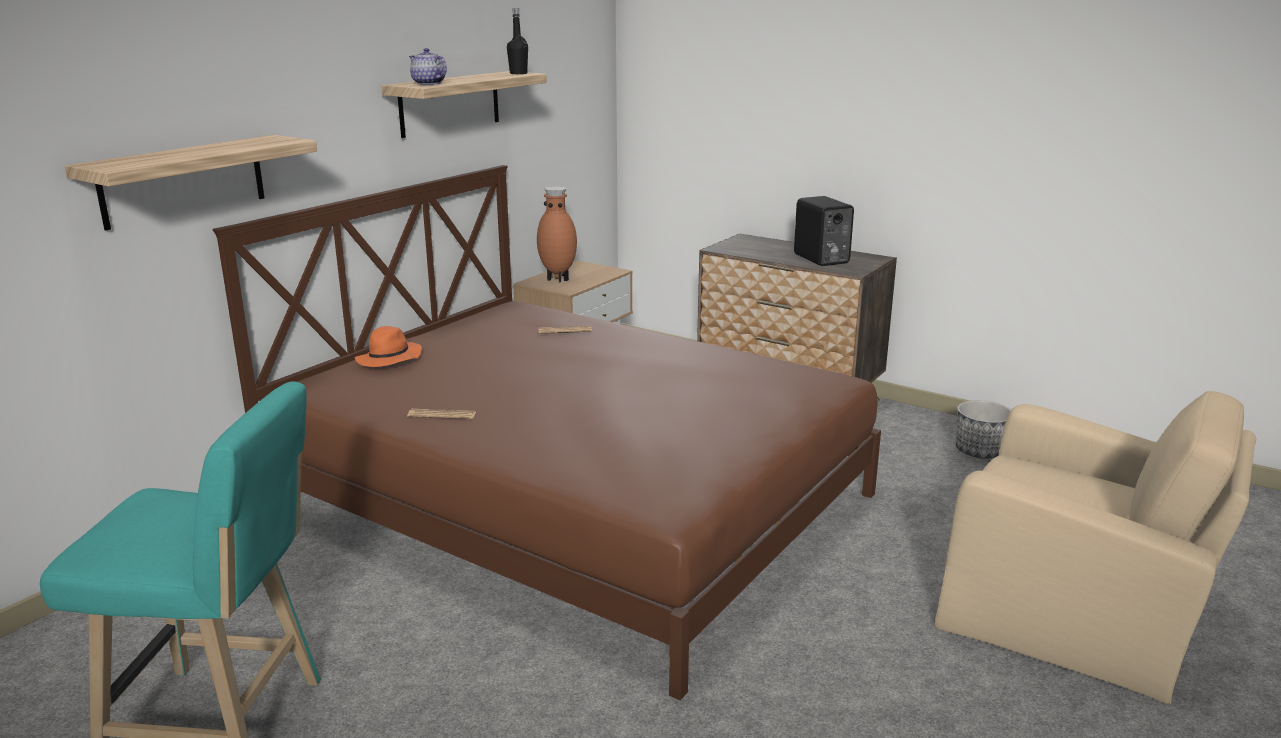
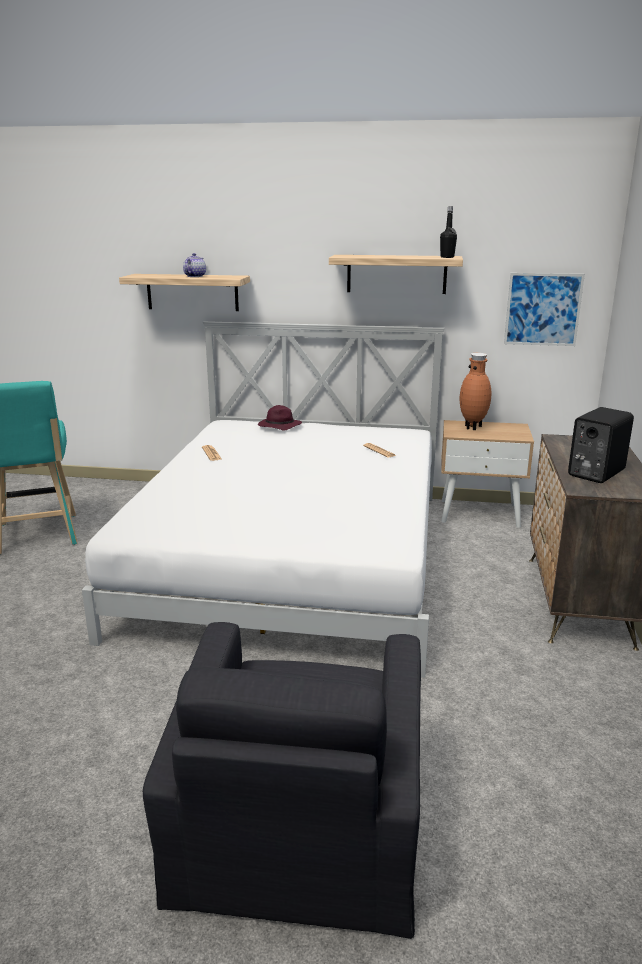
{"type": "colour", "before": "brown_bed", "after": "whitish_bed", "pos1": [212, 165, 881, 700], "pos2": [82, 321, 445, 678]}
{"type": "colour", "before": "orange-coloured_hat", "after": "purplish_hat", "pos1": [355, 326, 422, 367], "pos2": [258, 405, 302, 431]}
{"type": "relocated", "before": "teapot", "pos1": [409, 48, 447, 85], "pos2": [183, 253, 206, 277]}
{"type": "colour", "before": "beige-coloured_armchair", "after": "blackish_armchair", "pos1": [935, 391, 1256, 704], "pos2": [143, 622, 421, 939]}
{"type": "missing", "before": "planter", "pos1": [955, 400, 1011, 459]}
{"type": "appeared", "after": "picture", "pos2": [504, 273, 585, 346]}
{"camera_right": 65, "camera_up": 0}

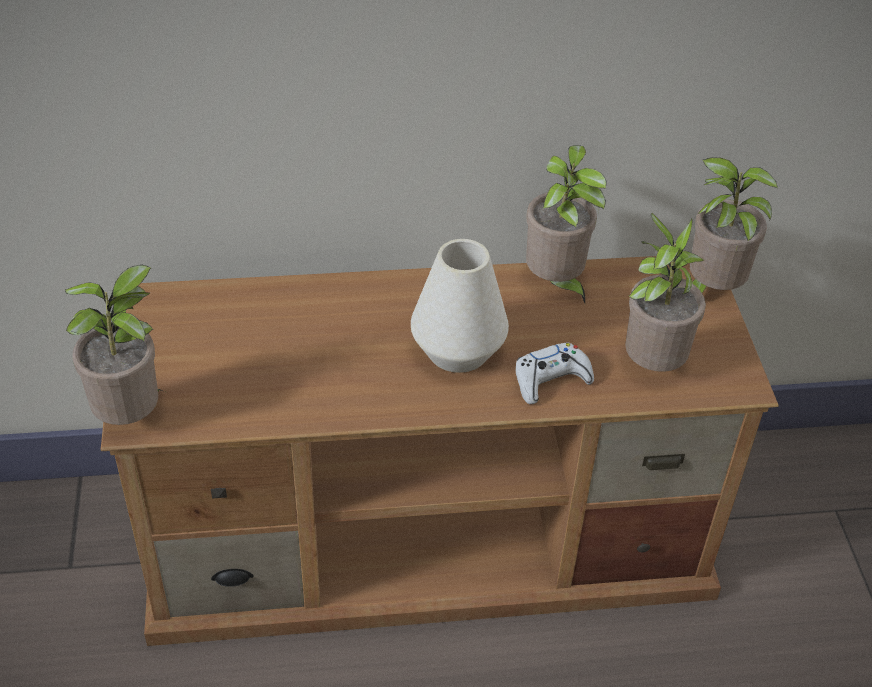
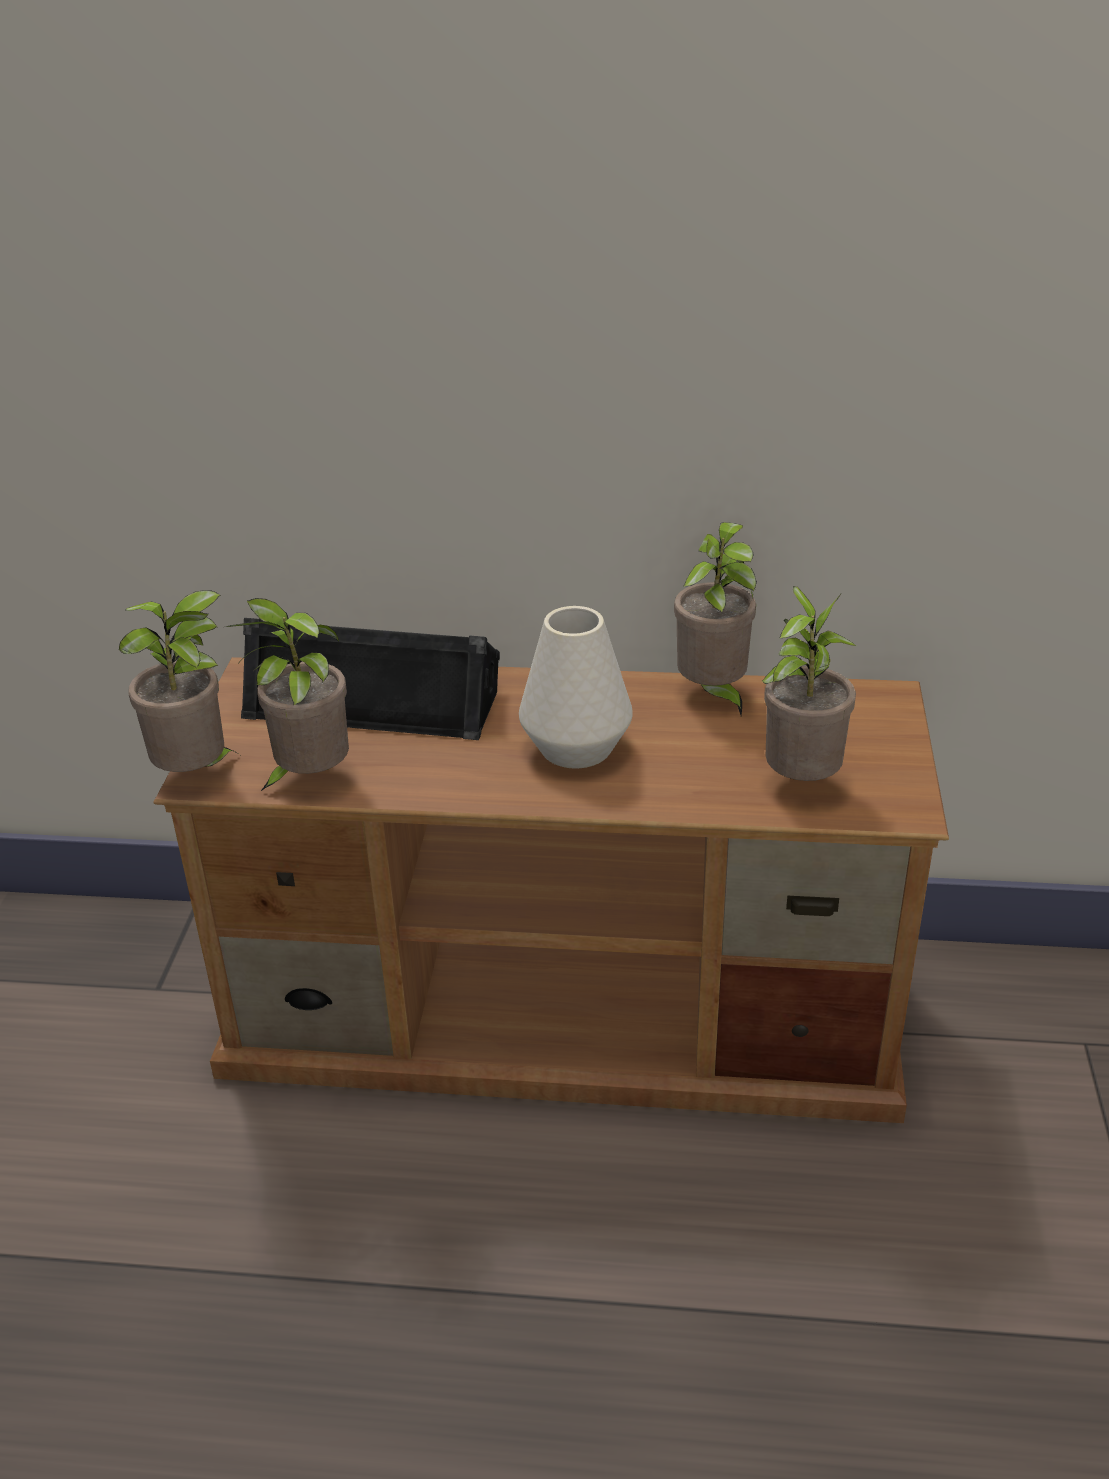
{"type": "missing", "before": "whitish_joypad", "pos1": [516, 343, 594, 404]}
{"type": "relocated", "before": "plant_in_a_pot", "pos1": [690, 157, 778, 293], "pos2": [226, 598, 349, 792]}
{"type": "appeared", "after": "blackish_loudspeaker", "pos2": [241, 618, 500, 740]}
{"camera_right": 15, "camera_up": -10}

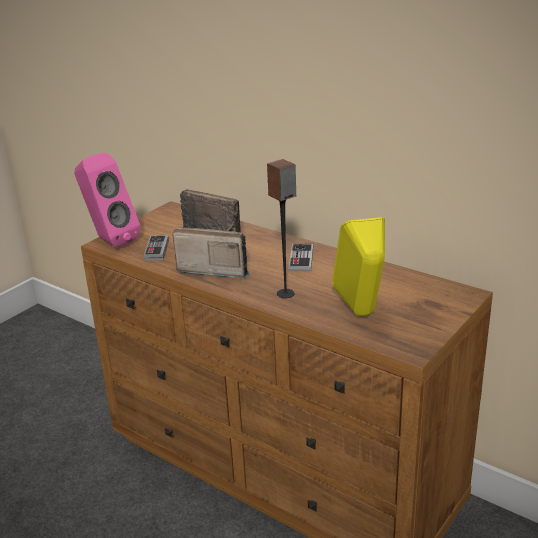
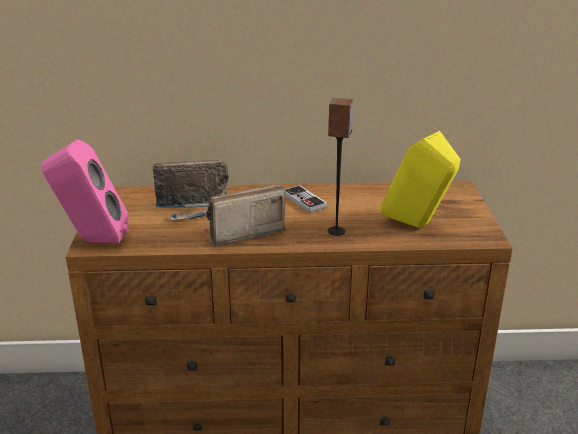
{"type": "missing", "before": "joypad", "pos1": [144, 235, 169, 261]}
{"camera_right": -40, "camera_up": 0}

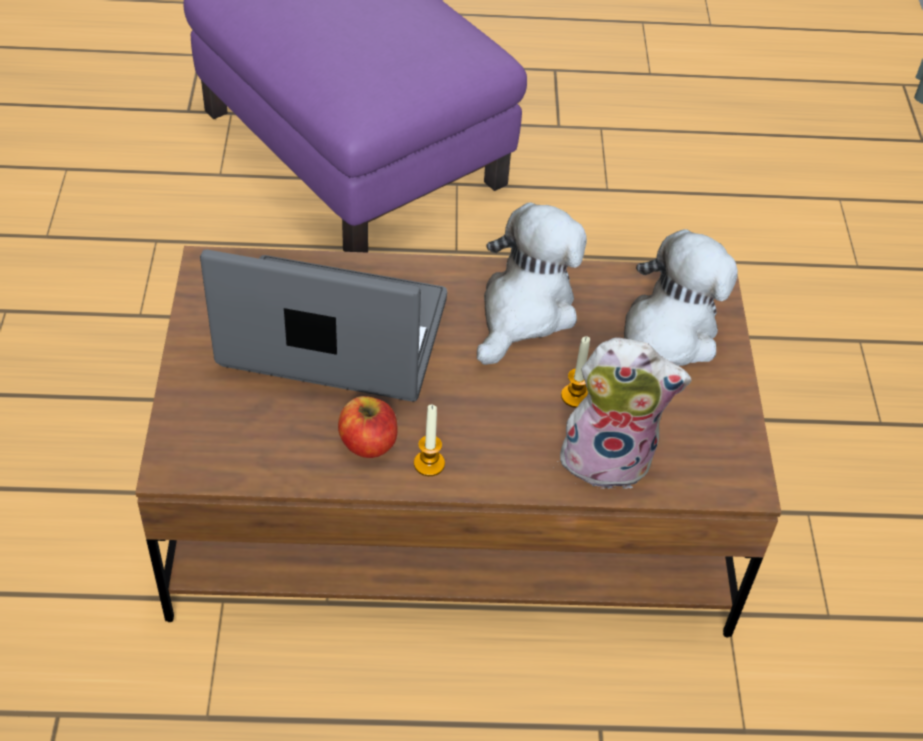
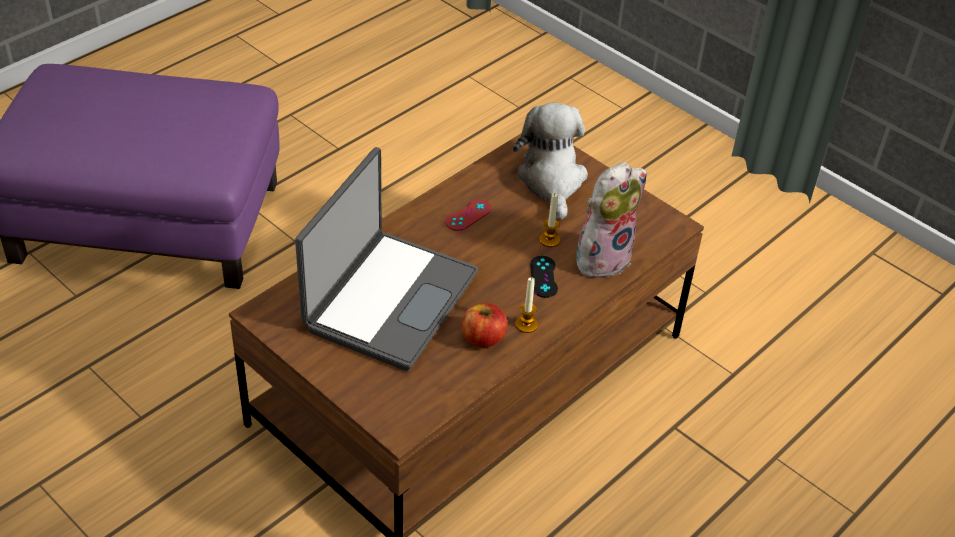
{"type": "spun", "before": "notebook_computer", "pos1": [200, 249, 447, 401], "pos2": [295, 147, 478, 371], "turn": 150}
{"type": "exchanged", "before": "cuddly_toy", "after": "red_joypad", "pos1": [477, 202, 587, 365], "pos2": [445, 199, 492, 231]}
{"type": "appeared", "after": "blackish_joypad", "pos2": [530, 256, 558, 298]}
{"camera_right": -45, "camera_up": -5}

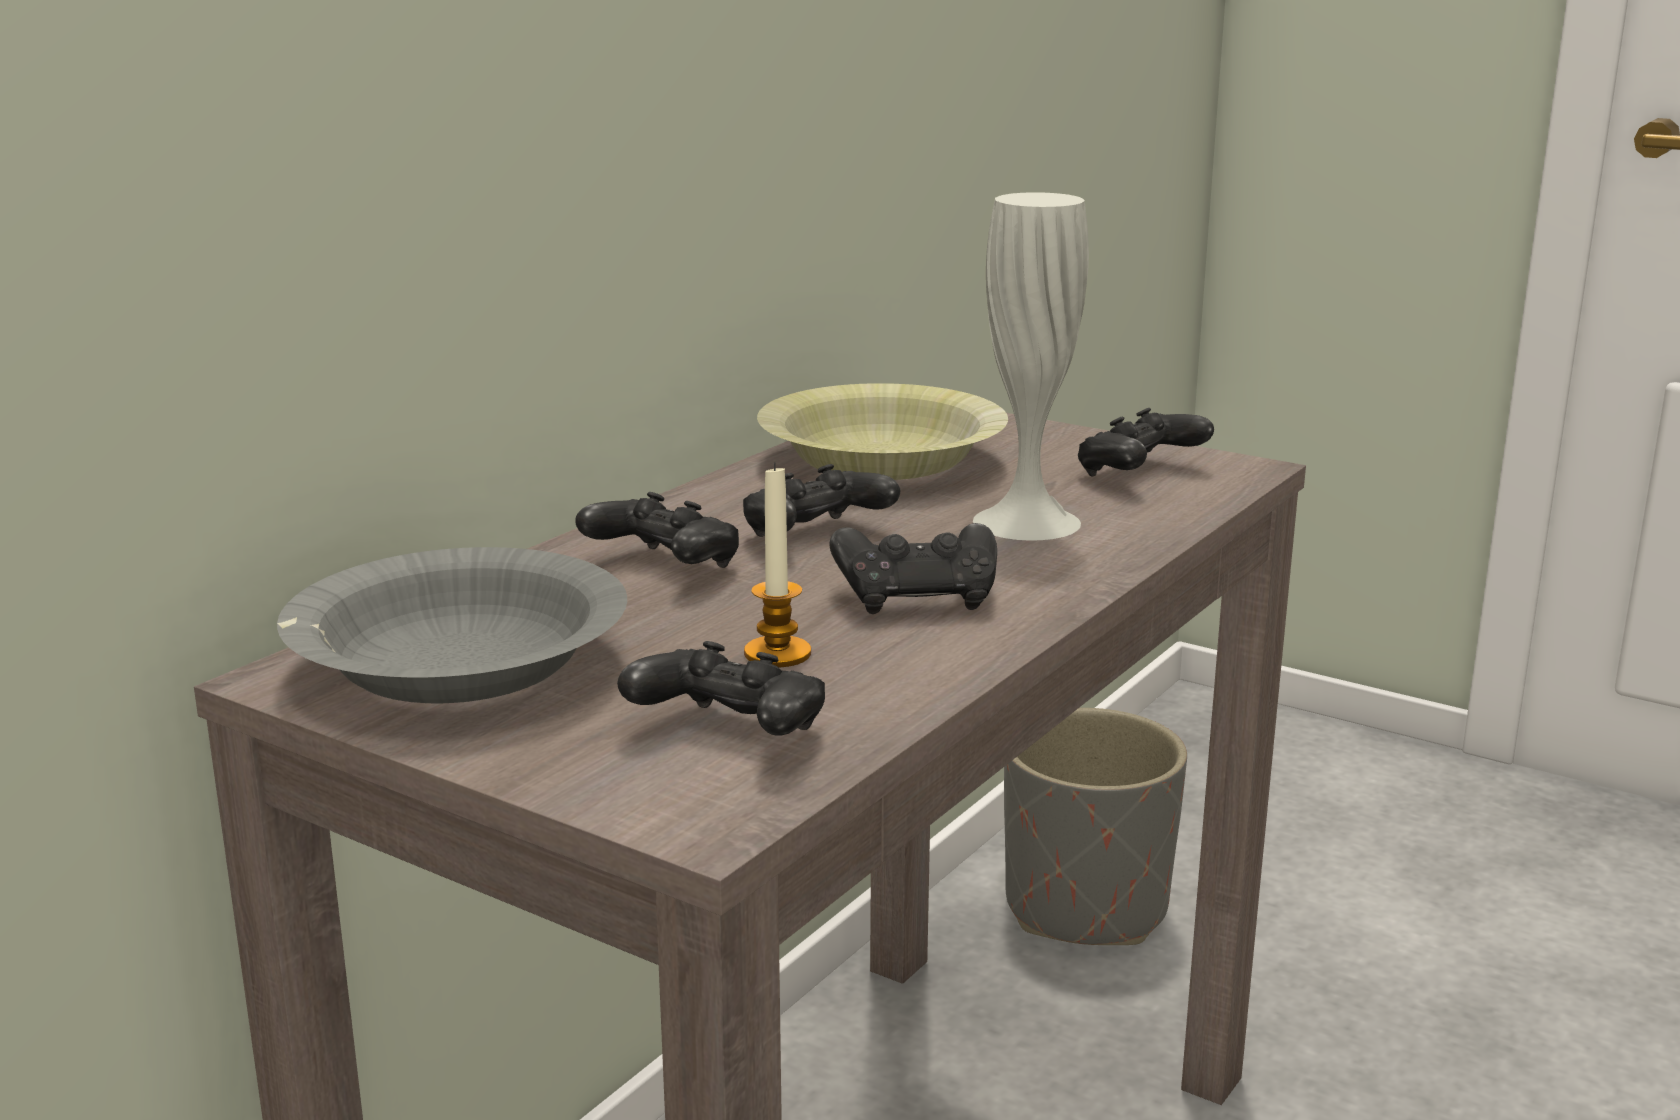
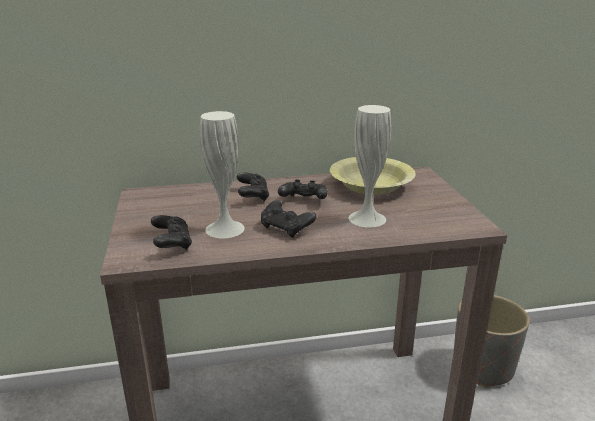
{"type": "missing", "before": "gray_serving_bowl", "pos1": [277, 547, 627, 703]}
{"type": "exchanged", "before": "candle", "after": "whitish_flower_vase", "pos1": [744, 462, 811, 667], "pos2": [200, 111, 245, 238]}
{"type": "missing", "before": "blackish_joypad", "pos1": [1078, 408, 1214, 477]}
{"camera_right": 45, "camera_up": 5}

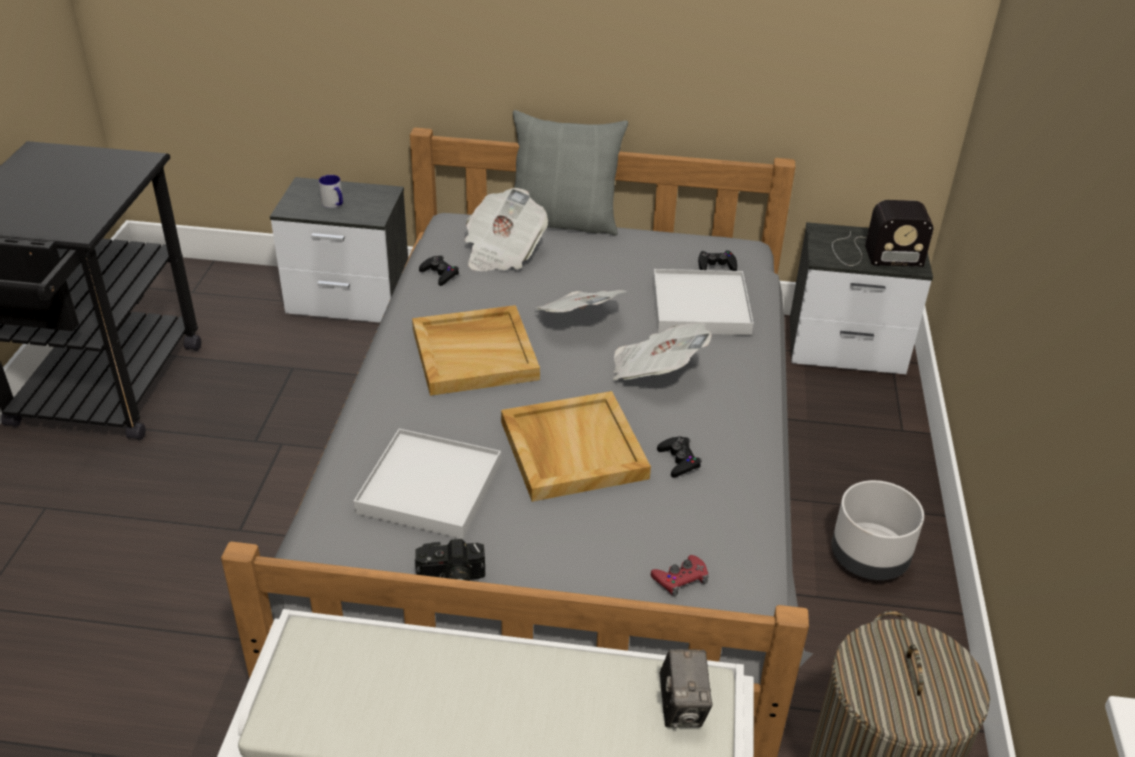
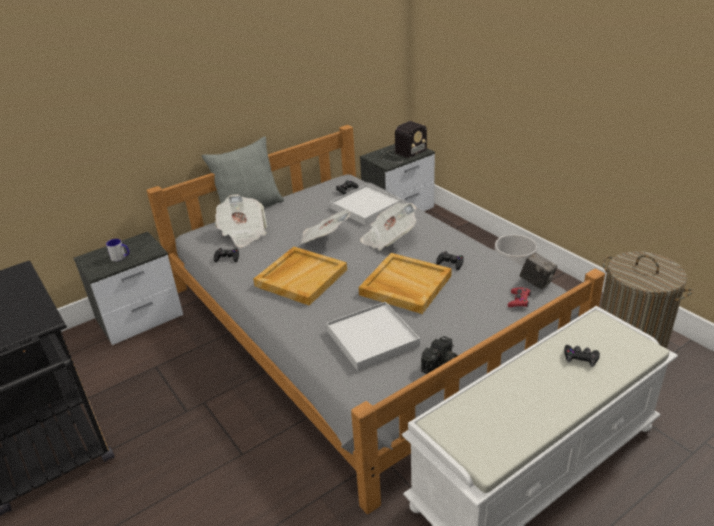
{"type": "relocated", "before": "still_camera", "pos1": [659, 649, 713, 728], "pos2": [520, 253, 557, 290]}
{"type": "appeared", "after": "blackish_joypad", "pos2": [564, 345, 600, 367]}
{"camera_right": -40, "camera_up": -5}

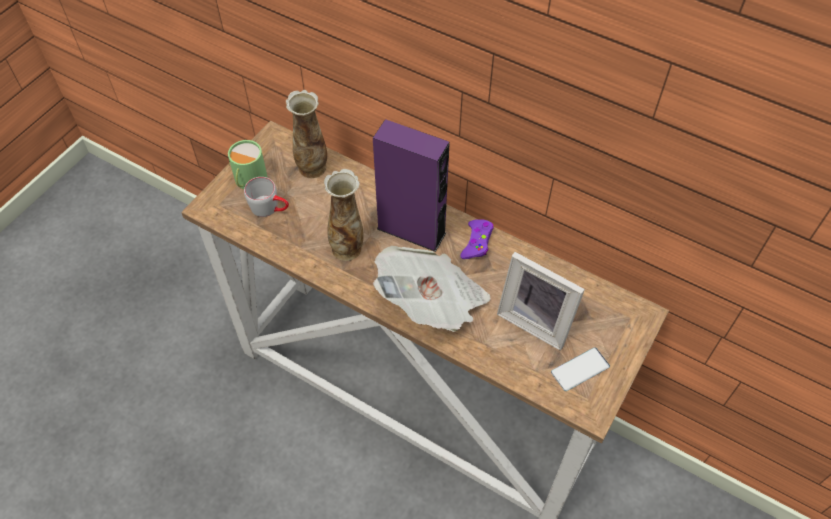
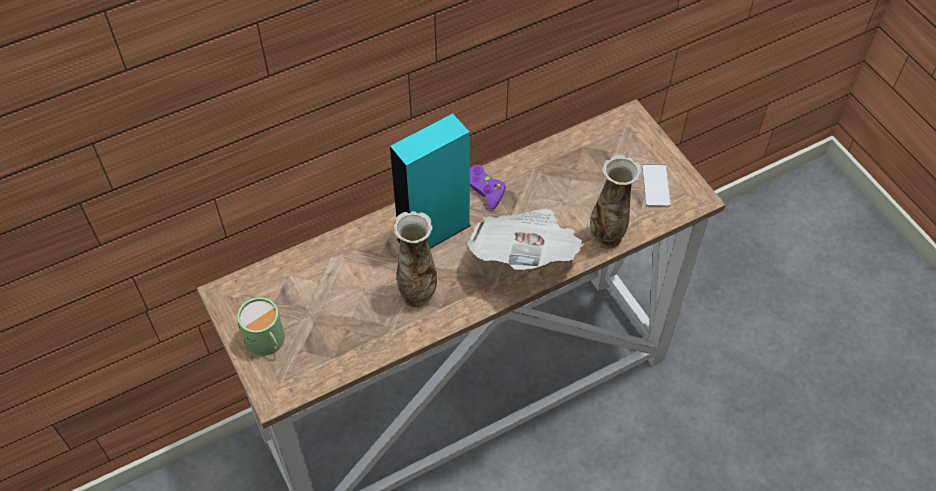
{"type": "missing", "before": "gray_coffee_mug", "pos1": [244, 177, 289, 217]}
{"type": "relocated", "before": "flower_vase", "pos1": [286, 90, 327, 178], "pos2": [590, 154, 642, 249]}
{"type": "colour", "before": "purplish_loudspeaker", "after": "turquoise_loudspeaker", "pos1": [373, 119, 449, 252], "pos2": [390, 113, 471, 249]}
{"type": "missing", "before": "picture_frame", "pos1": [497, 252, 585, 351]}
{"camera_right": -60, "camera_up": 0}

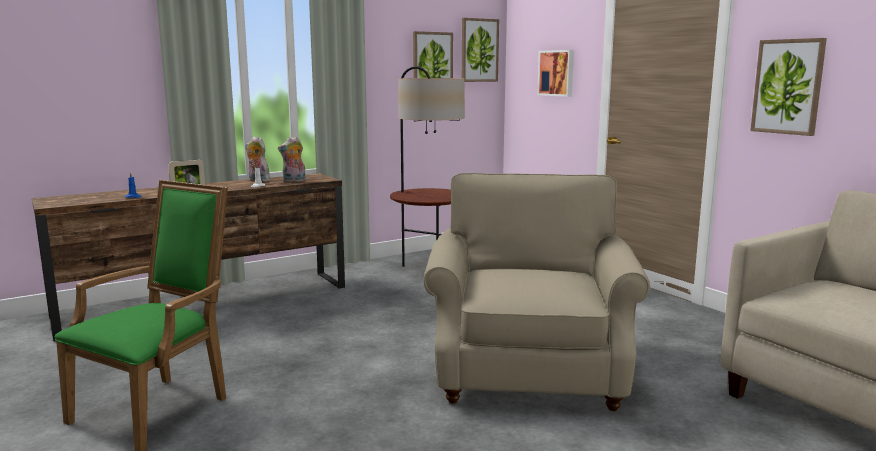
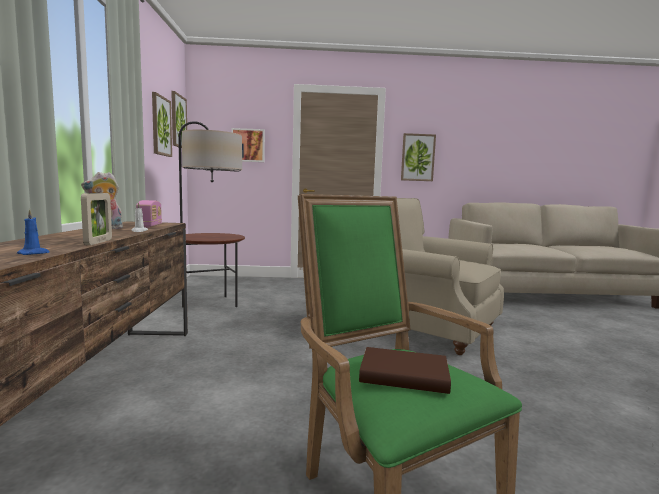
{"type": "exchanged", "before": "cuddly_toy", "after": "radio", "pos1": [278, 136, 306, 183], "pos2": [136, 200, 162, 228]}
{"type": "appeared", "after": "brown_bound_book", "pos2": [359, 347, 451, 394]}
{"camera_right": -60, "camera_up": -5}

